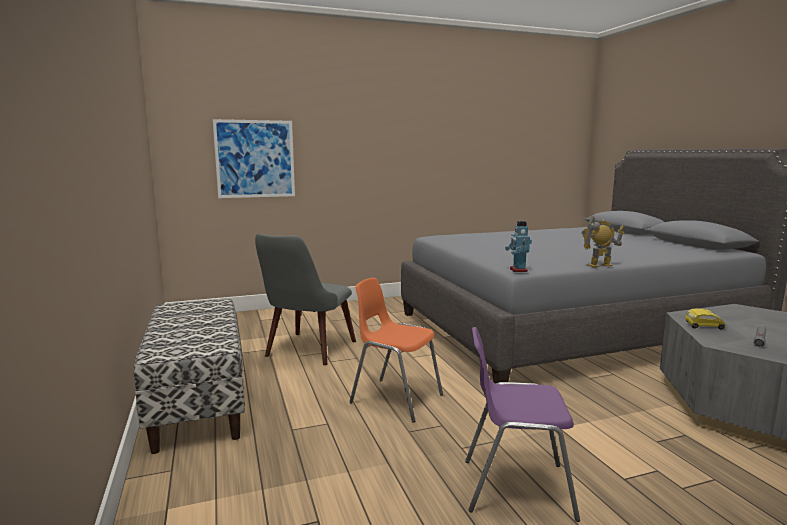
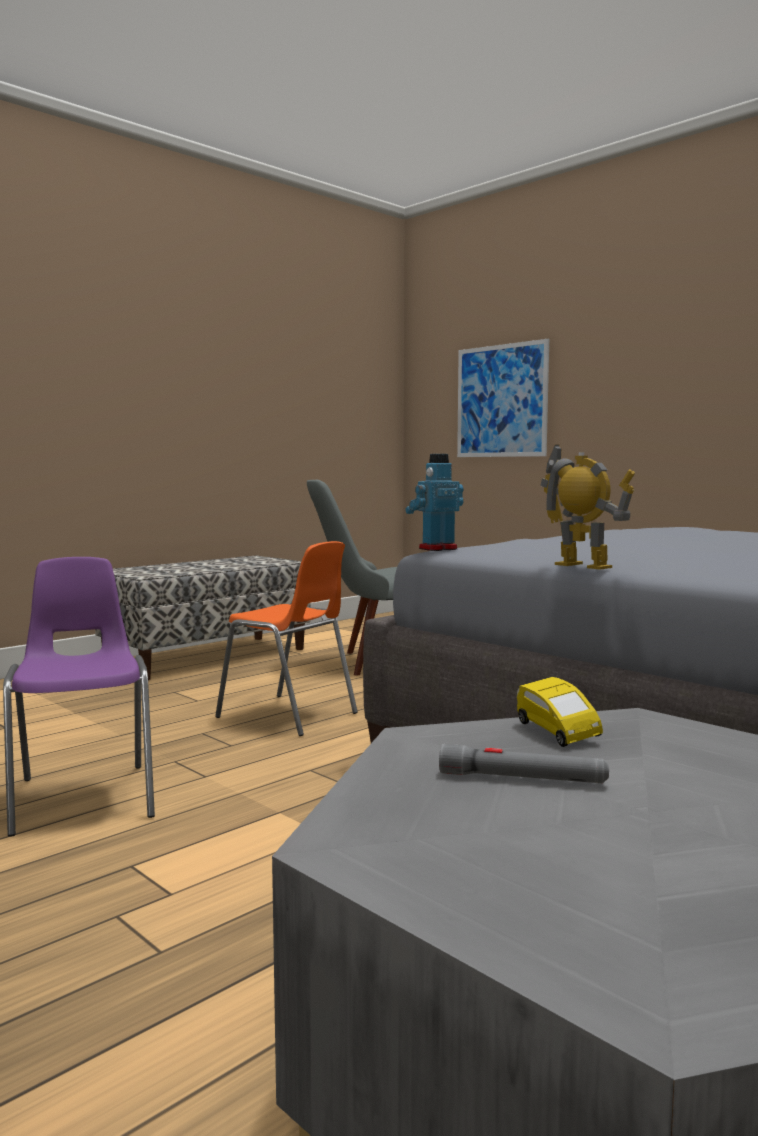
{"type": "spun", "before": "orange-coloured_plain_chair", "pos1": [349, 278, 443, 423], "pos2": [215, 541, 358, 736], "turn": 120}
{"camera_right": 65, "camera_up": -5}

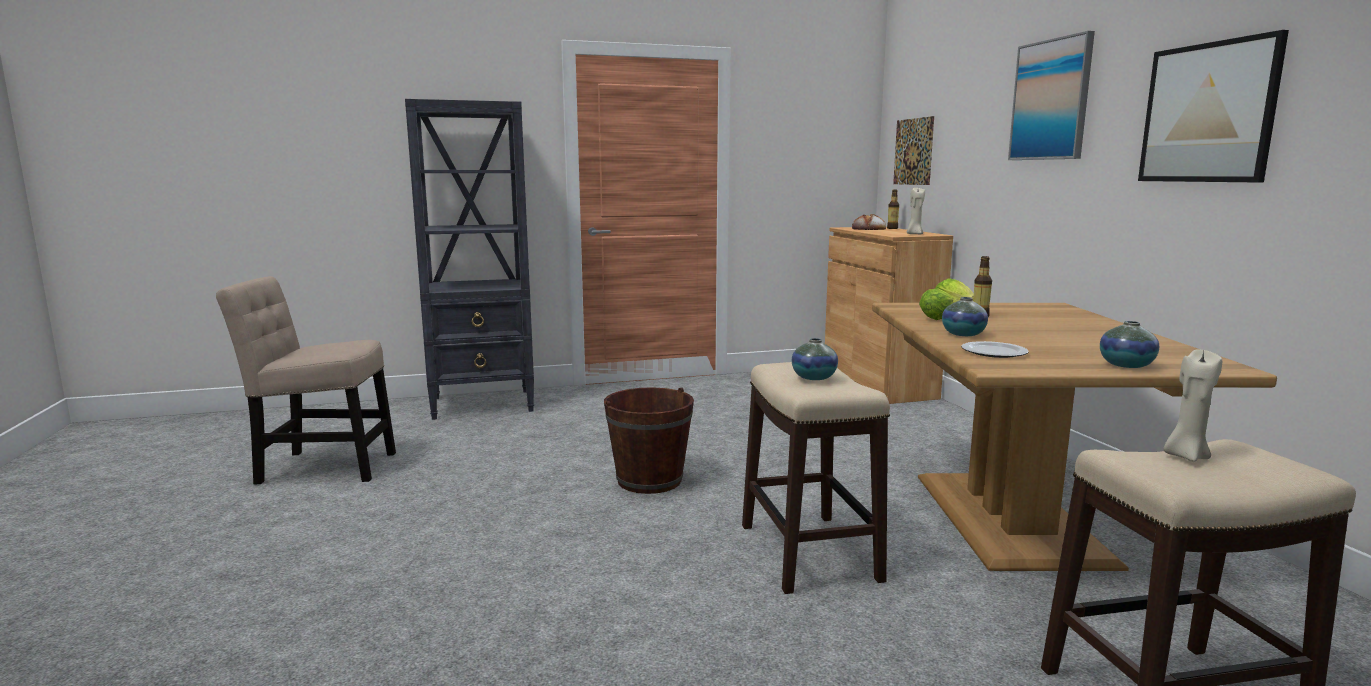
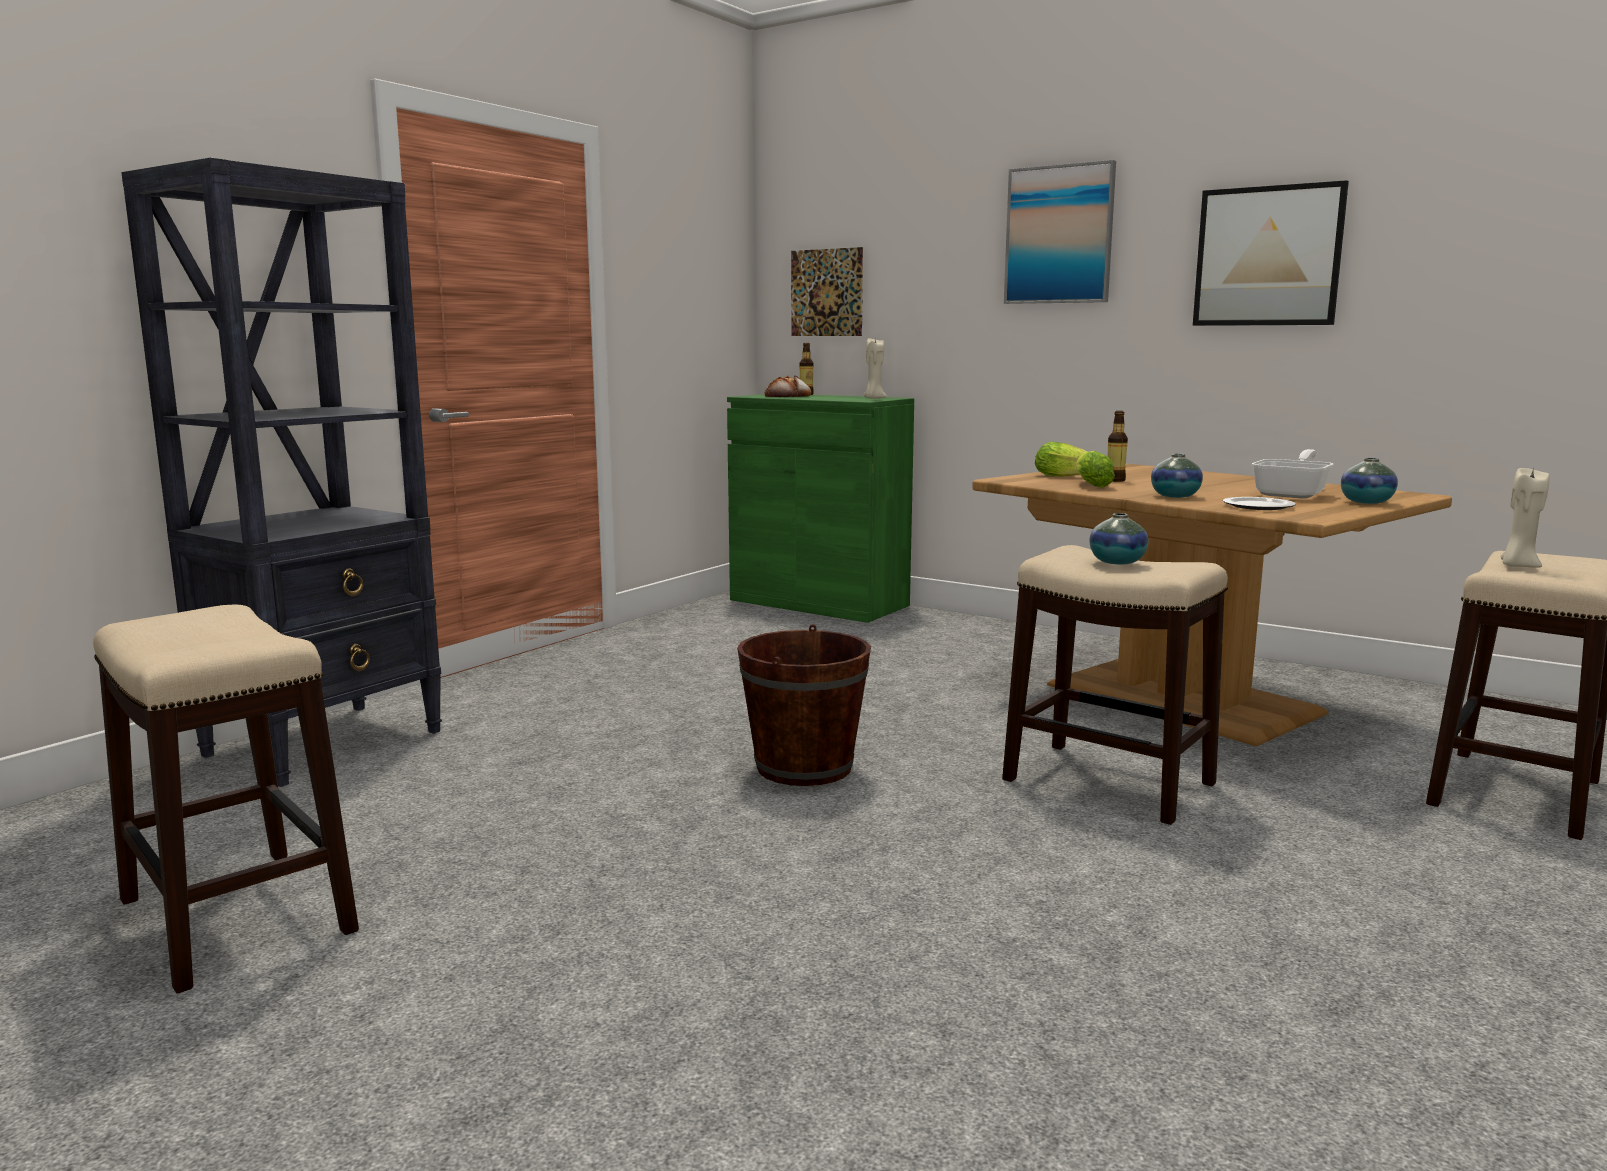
{"type": "exchanged", "before": "beige-coloured_plain_chair", "after": "sitting_stool", "pos1": [216, 276, 396, 485], "pos2": [93, 605, 359, 994]}
{"type": "colour", "before": "brown_storage_cabinet", "after": "greenish_storage_cabinet", "pos1": [825, 227, 953, 404], "pos2": [727, 394, 914, 623]}
{"type": "appeared", "after": "frying_pan", "pos2": [1252, 449, 1333, 499]}
{"camera_right": -40, "camera_up": 0}

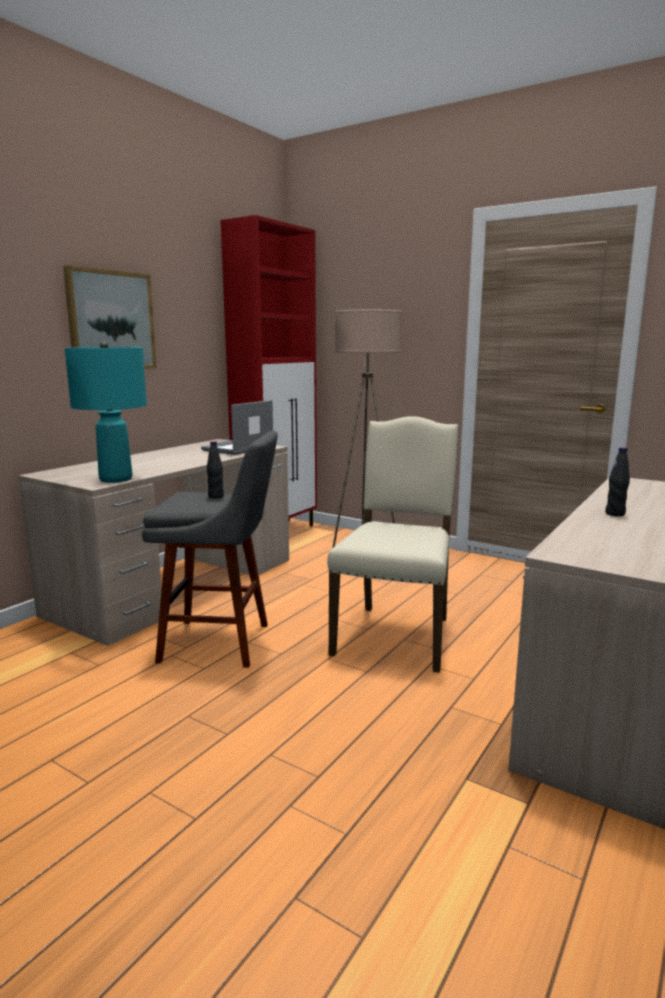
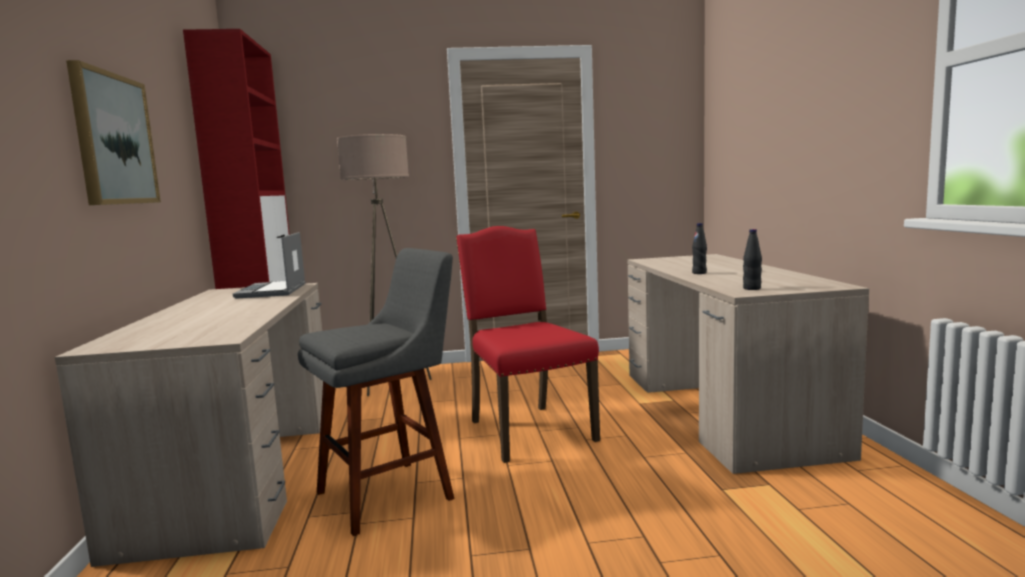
{"type": "missing", "before": "turquoise_lamp_for_a_table", "pos1": [65, 342, 147, 483]}
{"type": "relocated", "before": "blackish_drink_bottle", "pos1": [207, 441, 224, 498], "pos2": [743, 229, 762, 290]}
{"type": "colour", "before": "beige-coloured_plain_chair", "after": "red_plain_chair", "pos1": [327, 416, 459, 673], "pos2": [456, 226, 600, 463]}
{"camera_right": -40, "camera_up": -5}

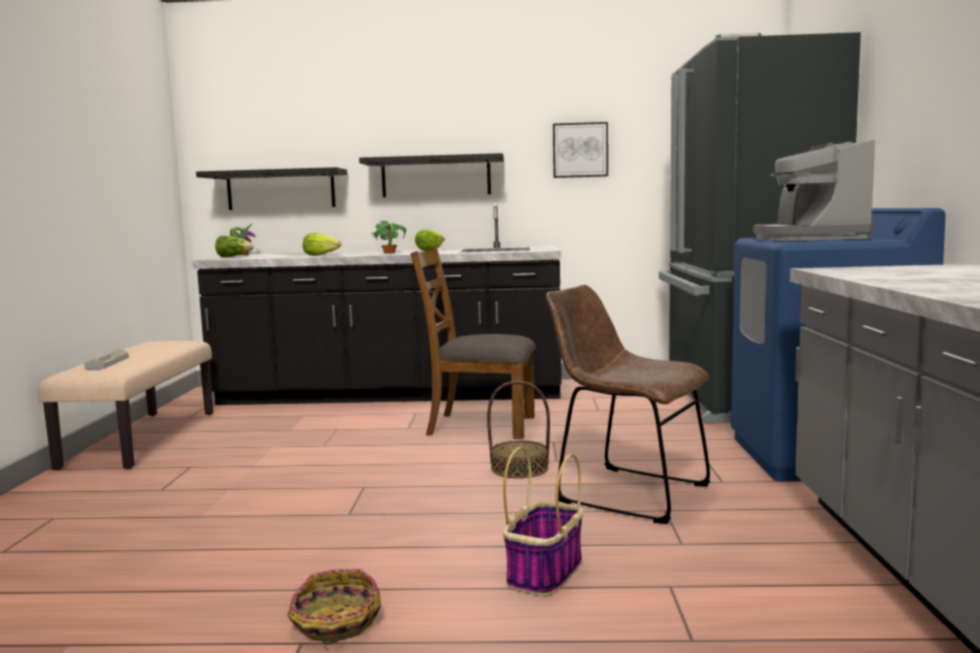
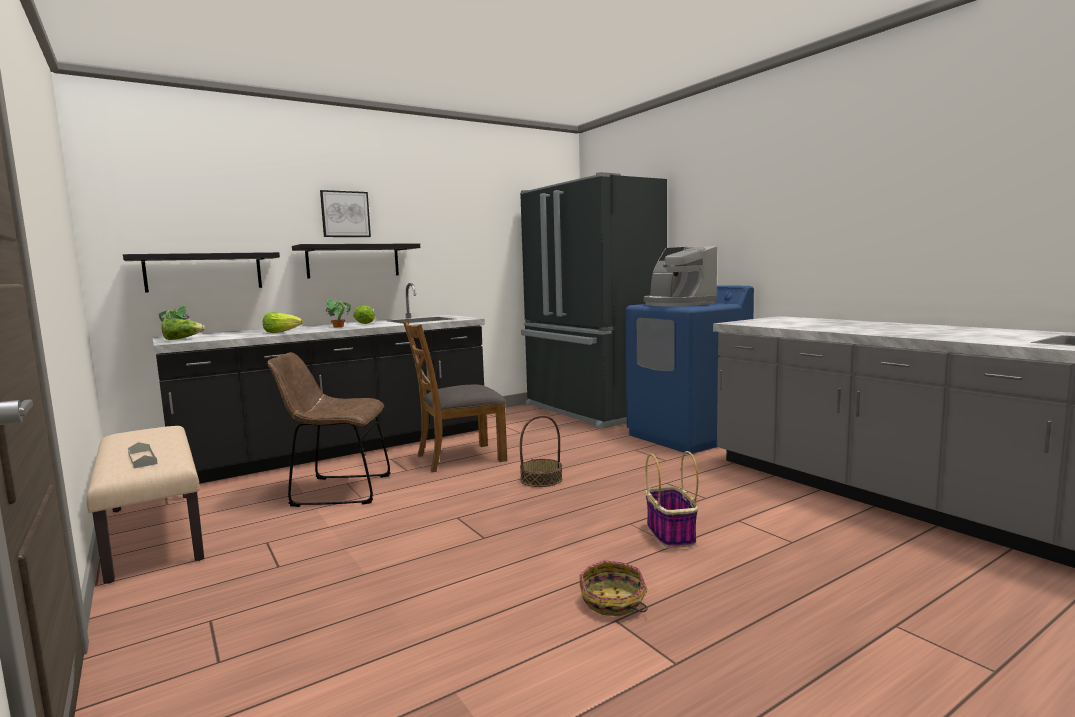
{"type": "relocated", "before": "brown_plain_chair", "pos1": [546, 285, 710, 524], "pos2": [267, 352, 390, 507]}
{"type": "relocated", "before": "picture", "pos1": [553, 122, 608, 178], "pos2": [320, 190, 371, 237]}
{"camera_right": -35, "camera_up": 0}

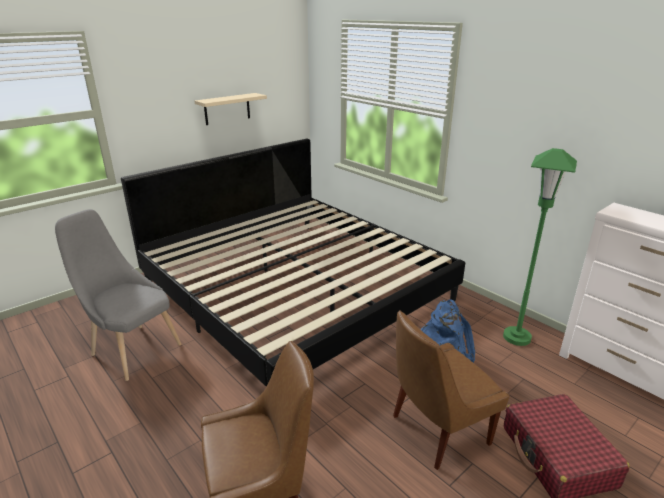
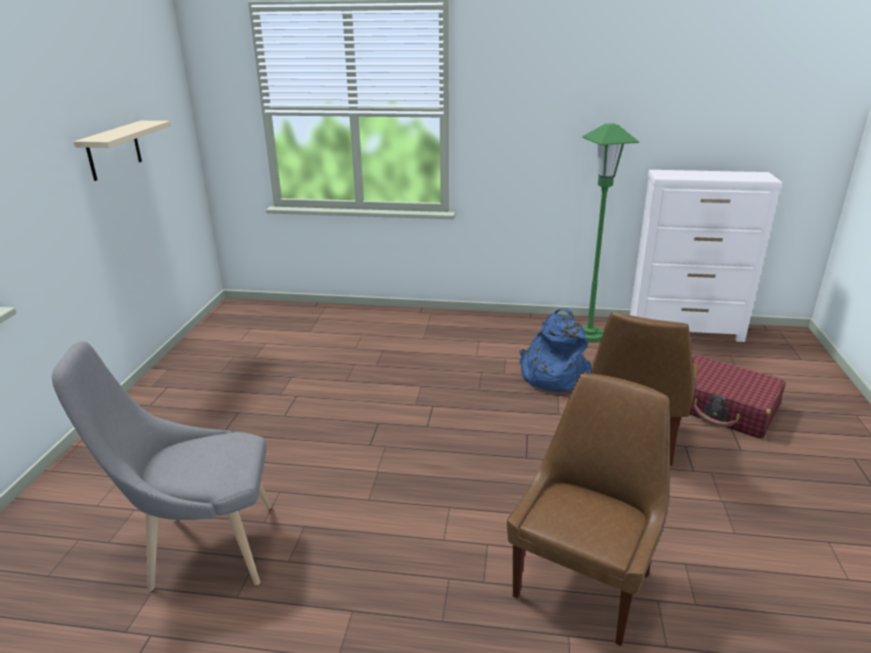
{"type": "missing", "before": "bed", "pos1": [121, 139, 465, 387]}
{"camera_right": -40, "camera_up": 0}

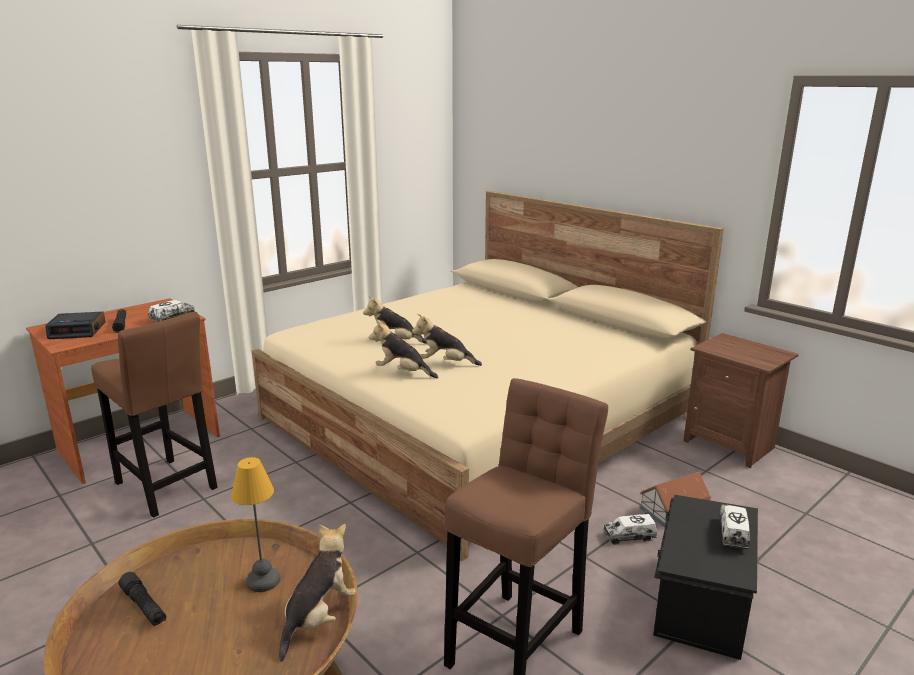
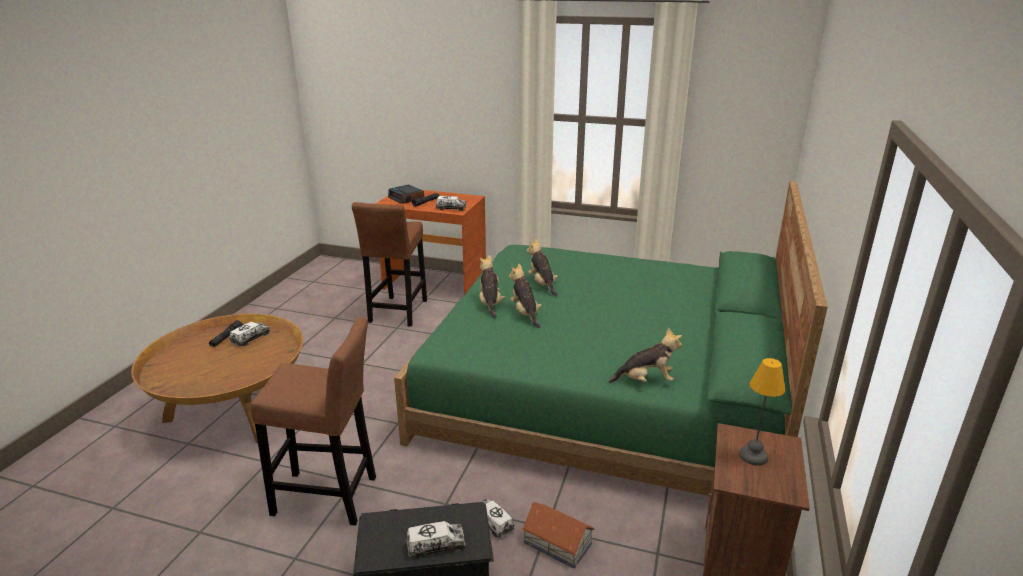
{"type": "relocated", "before": "lamp_for_a_table", "pos1": [231, 457, 281, 592], "pos2": [739, 358, 785, 466]}
{"type": "colour", "before": "beige-coloured_bed", "after": "greenish_bed", "pos1": [252, 191, 724, 561], "pos2": [394, 181, 828, 496]}
{"type": "relocated", "before": "cuddly_toy", "pos1": [279, 524, 356, 662], "pos2": [608, 327, 682, 383]}
{"type": "appeared", "after": "toy_truck", "pos2": [230, 322, 270, 346]}
{"camera_right": 60, "camera_up": 5}

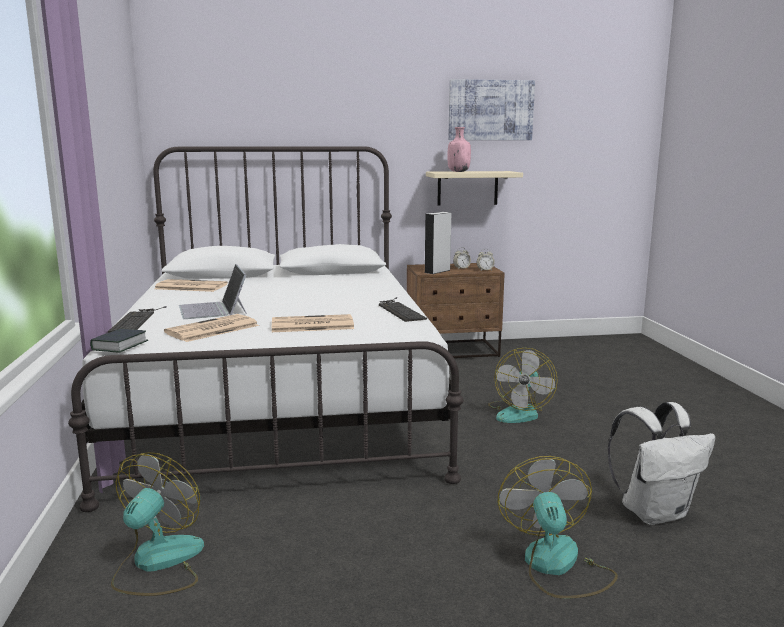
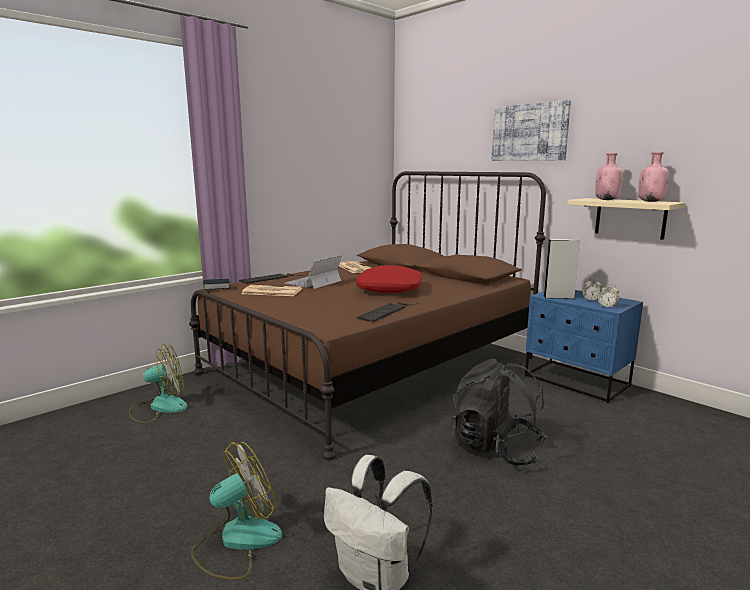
{"type": "colour", "before": "whitish_bed", "after": "brown_bed", "pos1": [68, 146, 464, 512], "pos2": [189, 171, 546, 460]}
{"type": "missing", "before": "daily_paper", "pos1": [272, 314, 354, 332]}
{"type": "colour", "before": "brown_nightstand", "after": "bluish_nightstand", "pos1": [407, 263, 505, 358], "pos2": [525, 290, 643, 403]}
{"type": "relocated", "before": "picture", "pos1": [448, 79, 535, 140], "pos2": [492, 100, 571, 161]}
{"type": "exchanged", "before": "cooling_fan", "after": "blackish_backpack", "pos1": [488, 348, 558, 423], "pos2": [450, 359, 548, 466]}
{"type": "appeared", "after": "red_pillow", "pos2": [356, 265, 422, 293]}
{"type": "appeared", "after": "pink-coloured_drink_bottle", "pos2": [638, 152, 669, 202]}
{"camera_right": 55, "camera_up": 0}

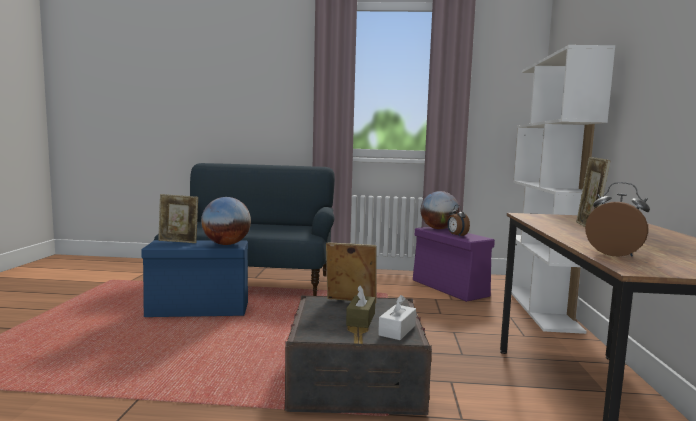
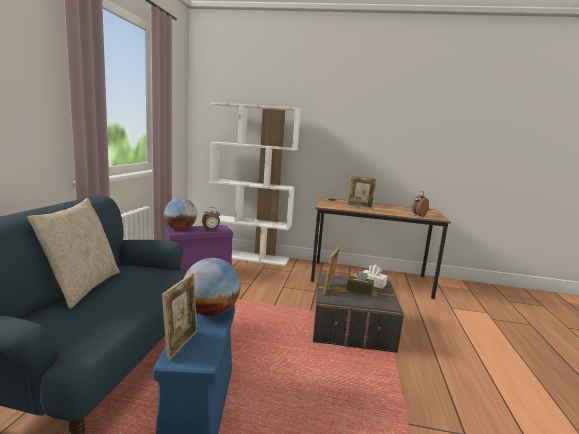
{"type": "appeared", "after": "beige-coloured_pillow", "pos2": [28, 198, 120, 309]}
{"camera_right": -85, "camera_up": 5}

